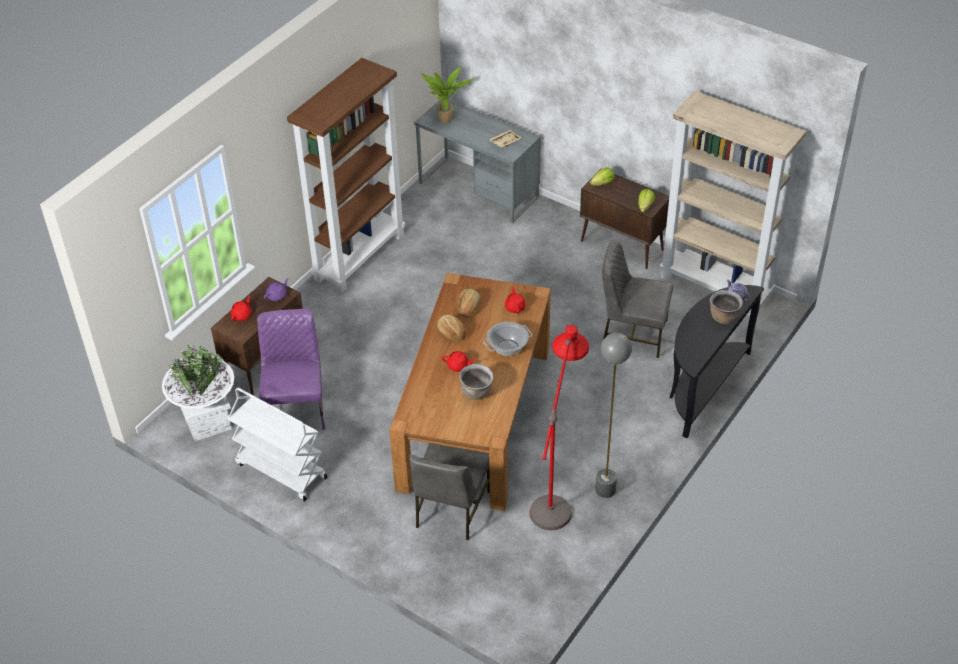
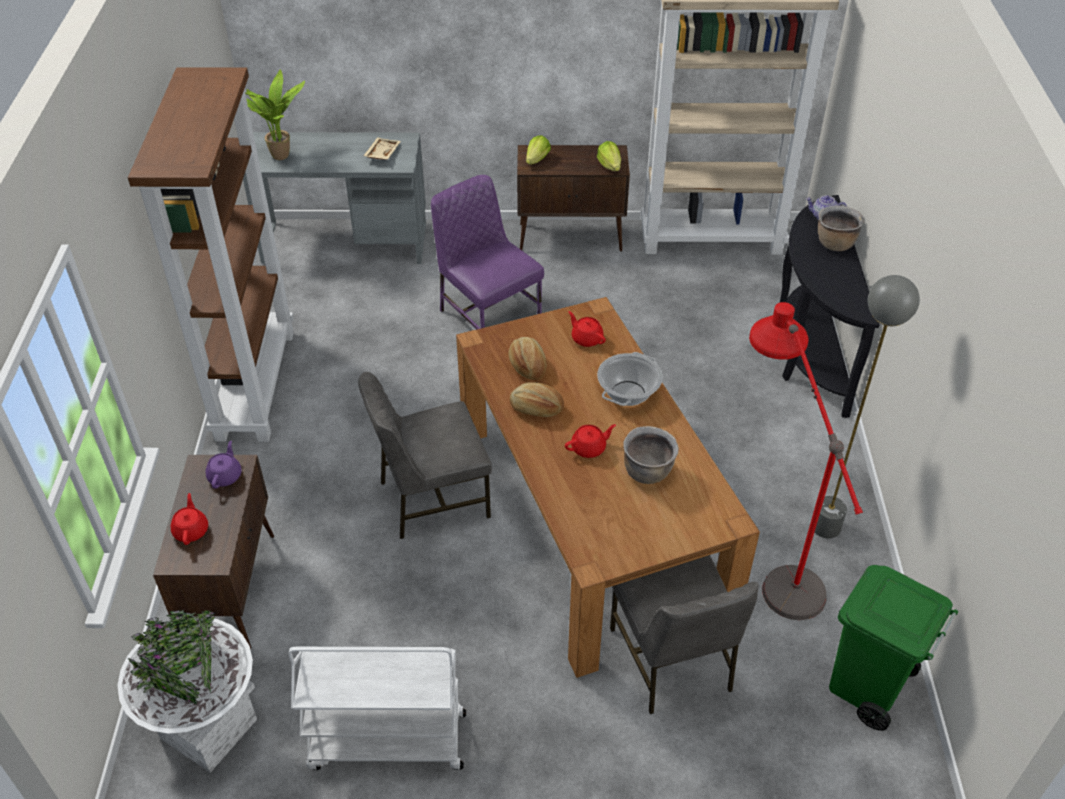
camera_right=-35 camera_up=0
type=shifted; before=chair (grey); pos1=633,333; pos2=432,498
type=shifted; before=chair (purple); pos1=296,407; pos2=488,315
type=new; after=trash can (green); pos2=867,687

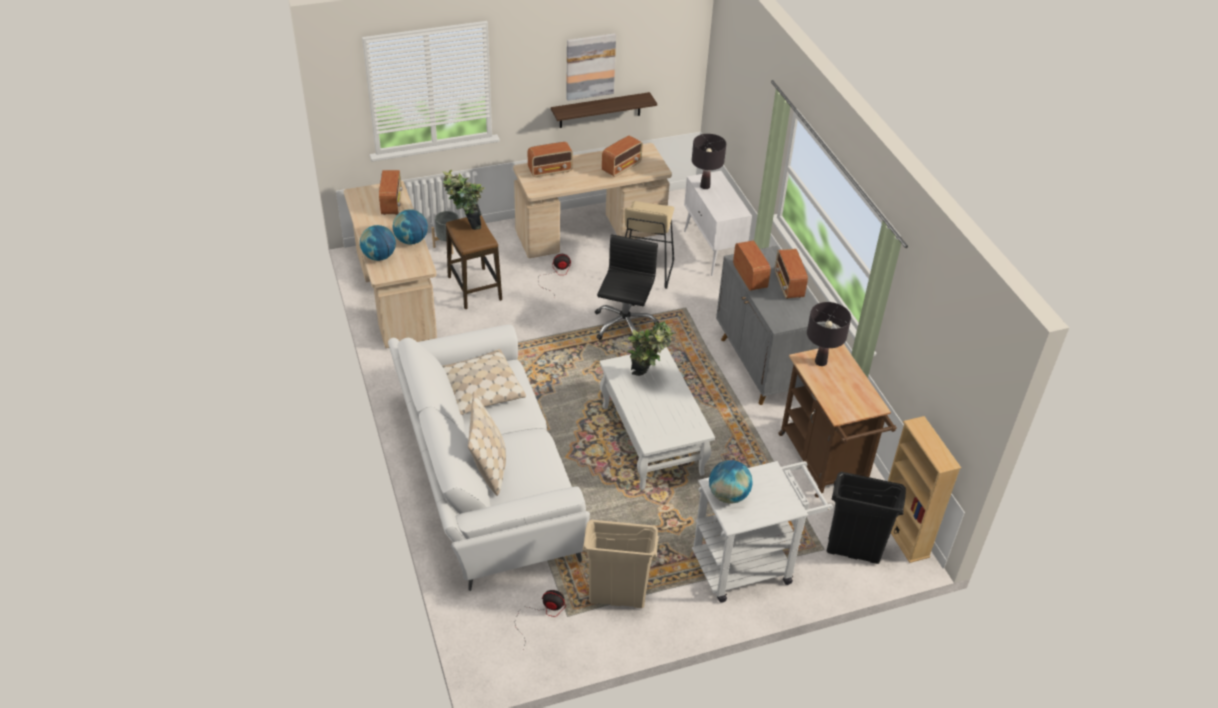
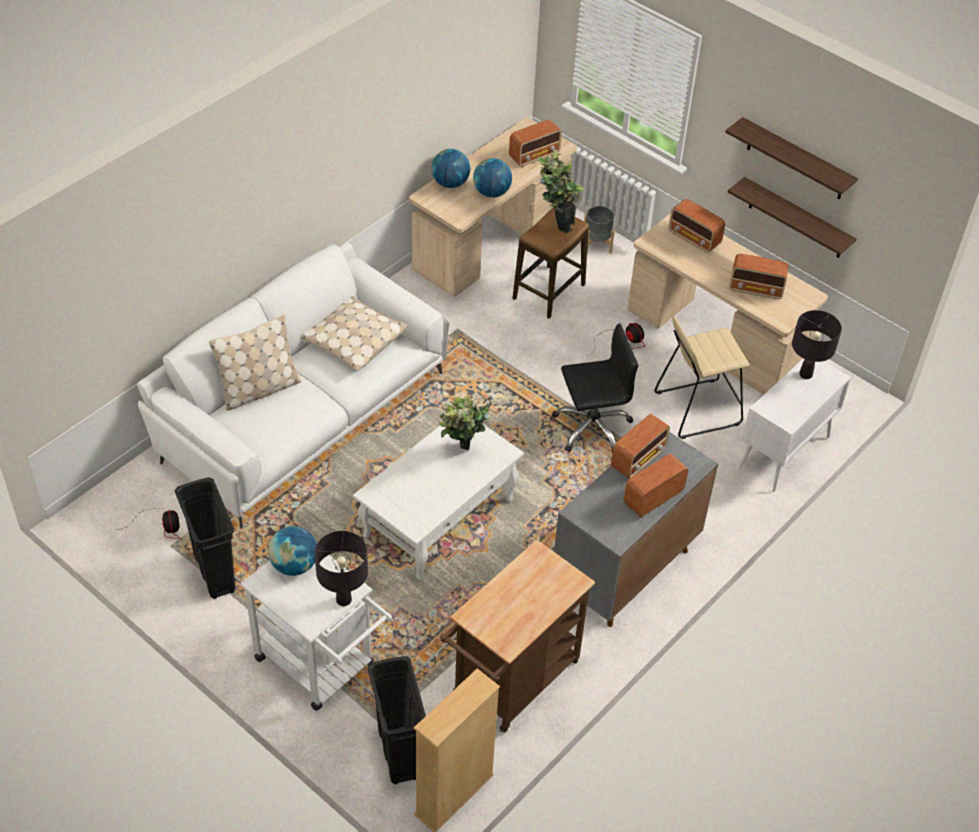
camera_right=60 camera_up=5
type=swapped; before=picture; after=shelf; pos1=590,66; pos2=796,160
type=shifted; before=table lamp (black); pos1=821,362; pos2=344,600
type=repainted; before=trash can (beige); after=trash can (black); pos1=616,597; pos2=214,573

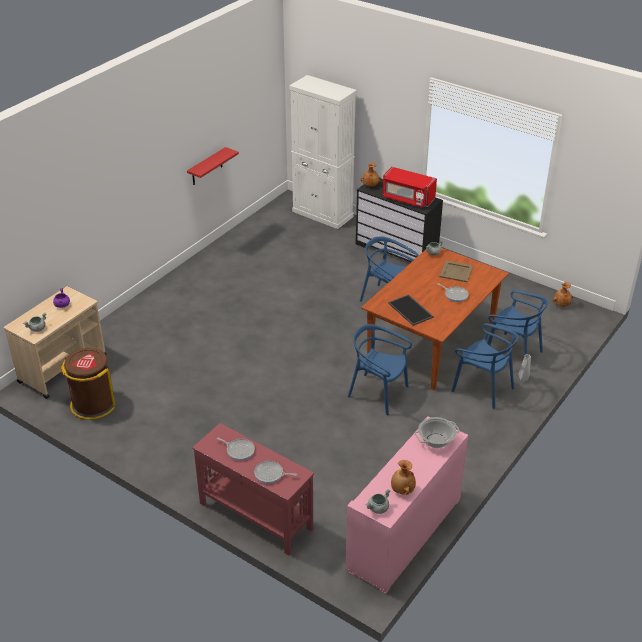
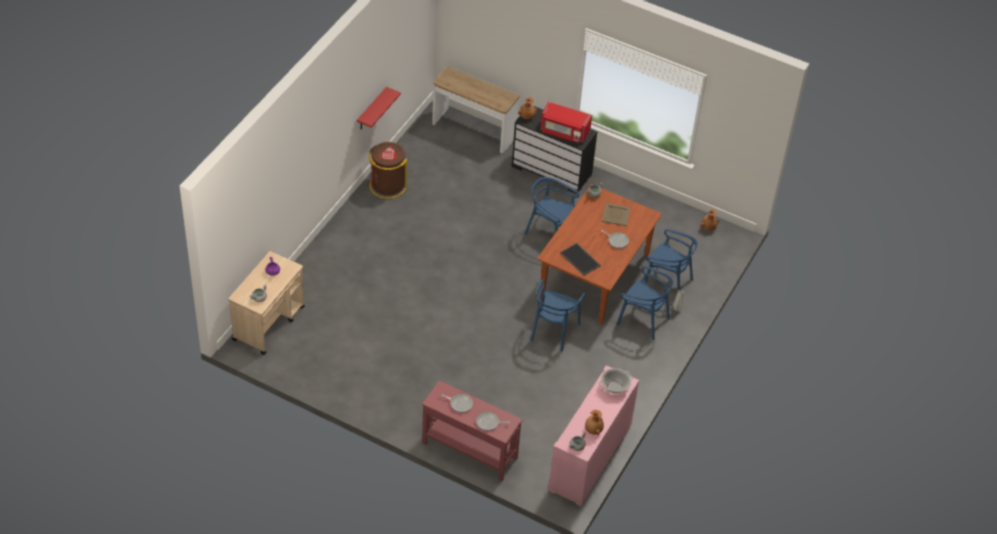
camera_right=-10 camera_up=10
type=swapped; before=cabinet (white); after=console table; pos1=322,214; pos2=474,130
type=rotated; before=chair (blue); pos1=378,393; pos2=553,331; turn=-90
type=shifted; before=trash can (brown); pos1=93,404; pos2=387,186

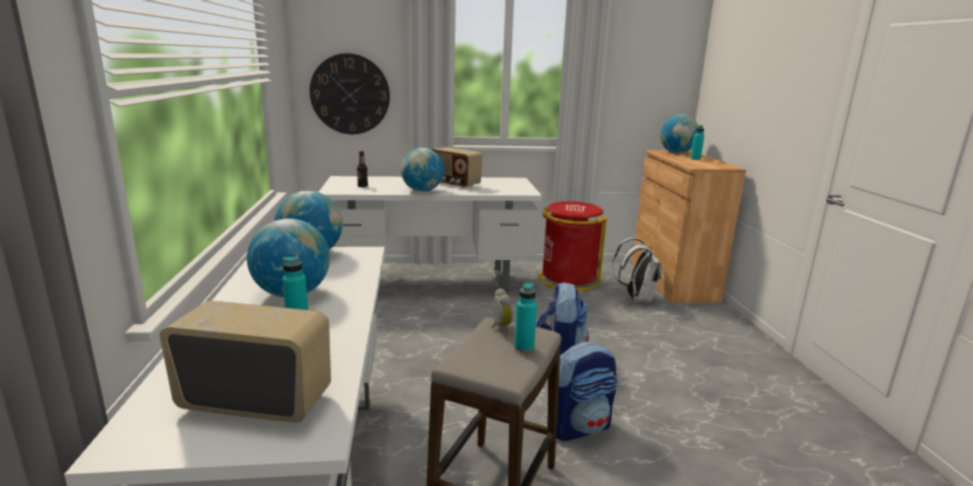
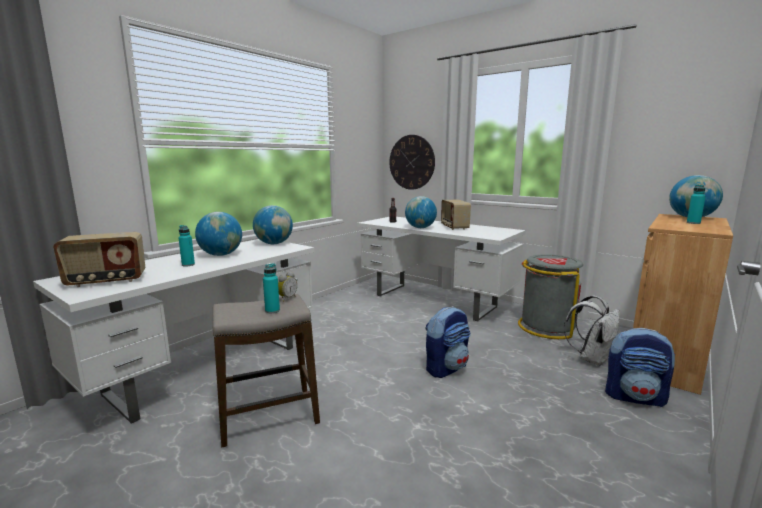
camera_right=45 camera_up=-5
type=repainted; before=trash can (red); after=trash can (grey); pos1=568,279; pos2=546,327
type=rotated; before=radio; pos1=257,402; pos2=106,281; turn=105
type=shifted; before=backpack; pos1=579,426; pos2=635,397

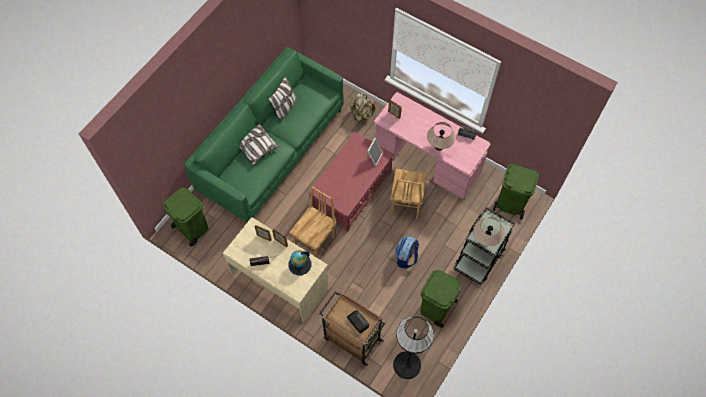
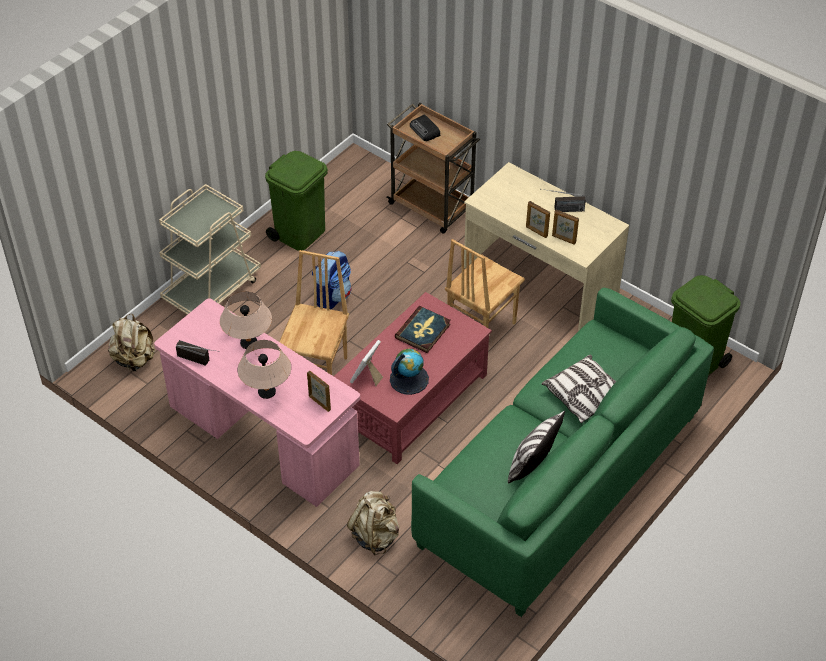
camera_right=-175 camera_up=-15
type=swapped; before=trash can (green); after=backpack (beige); pos1=509,204; pos2=134,359
type=repainted; before=cart (black); after=cart (beige); pos1=479,257; pos2=212,289
type=shifted; before=table lamp (beige); pos1=485,240; pos2=266,392
type=shifted; before=globe; pos1=300,264; pos2=409,379
type=gone; before=floor lamp (black); pos1=407,365
type=new; after=book; pos2=423,331

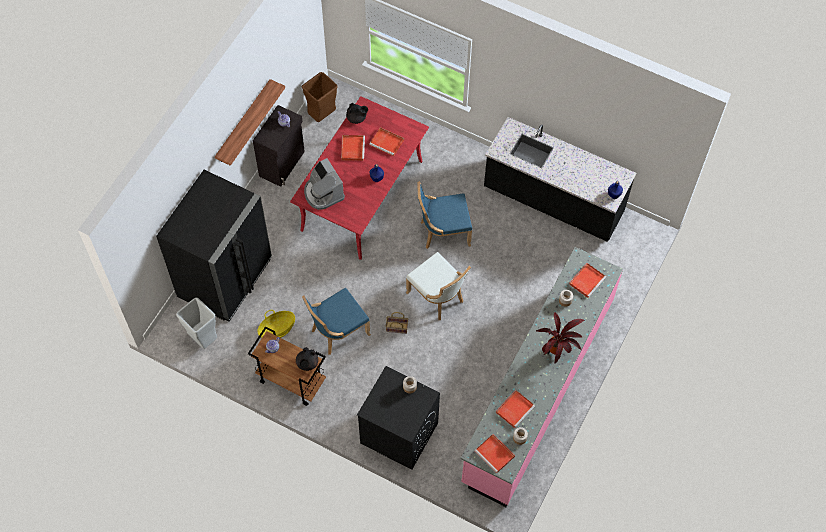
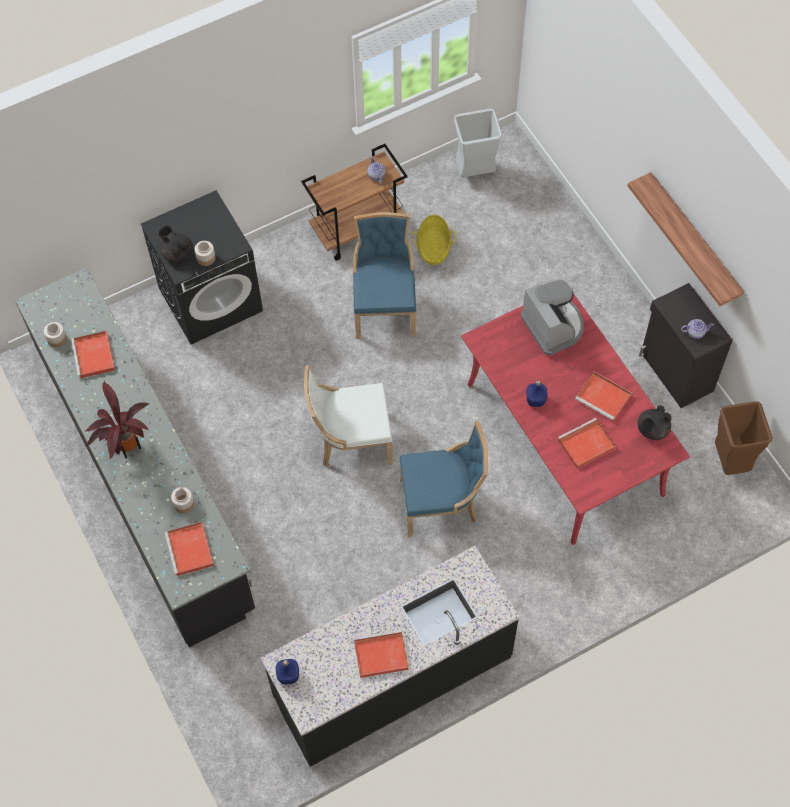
camera_right=125 camera_up=0
type=rotated; before=coffee machine; pos1=323,193; pos2=553,326; turn=60
type=gone; before=fridge (black); pos1=225,278
type=rotated; before=chair (blue); pos1=443,232; pos2=441,503; turn=60
type=repainted; before=counter (pink); after=counter (black); pos1=538,389; pos2=145,477
type=gone; before=basket; pos1=396,328
type=shifted; before=teapot (black); pos1=307,363; pos2=177,253
type=shifted; before=tray (red); pos1=495,454; pos2=380,655

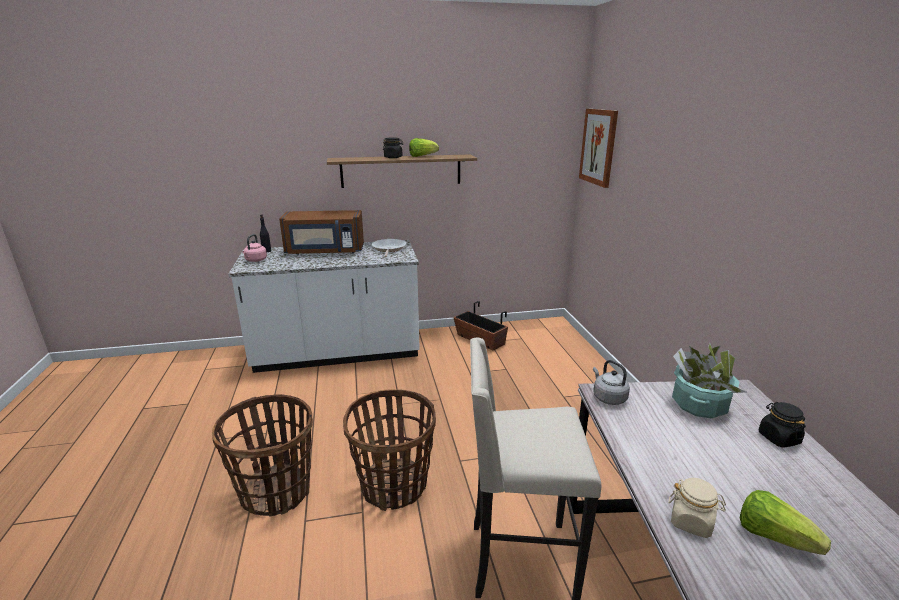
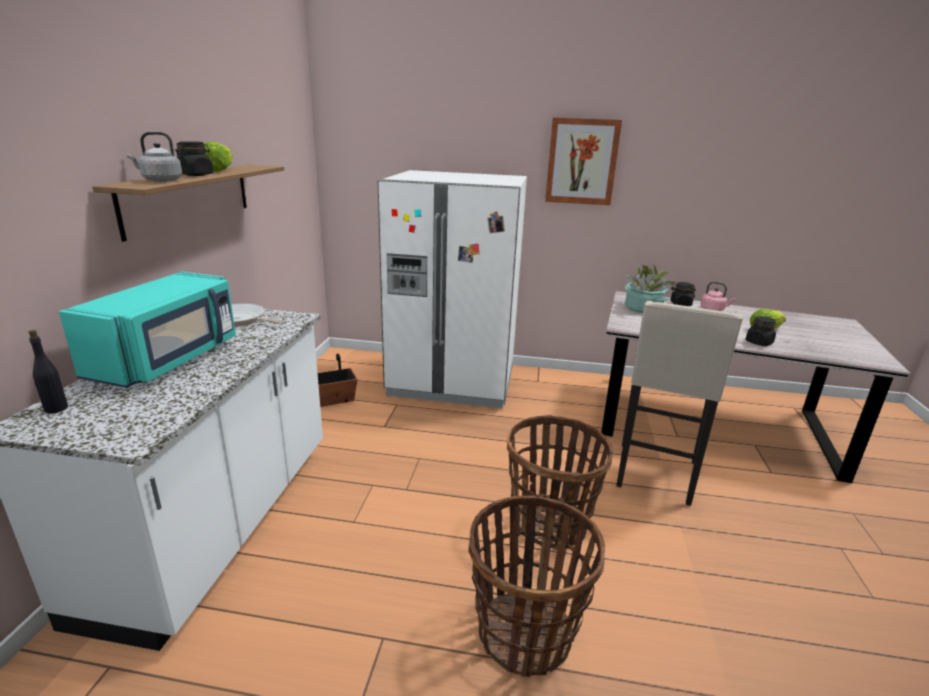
camera_right=-70 camera_up=0
type=shifted; before=picture; pos1=598,147; pos2=581,162
type=repainted; before=microwave (brown); after=microwave (turquoise); pos1=325,251; pos2=169,359
type=shifted; before=kettle (pink); pos1=255,260; pos2=713,310
type=shifted; before=kettle (grey); pos1=608,397; pos2=160,180
type=repainted; before=jar (beige); after=jar (black); pos1=691,521; pos2=759,342
type=new; after=fridge (white); pos2=452,381

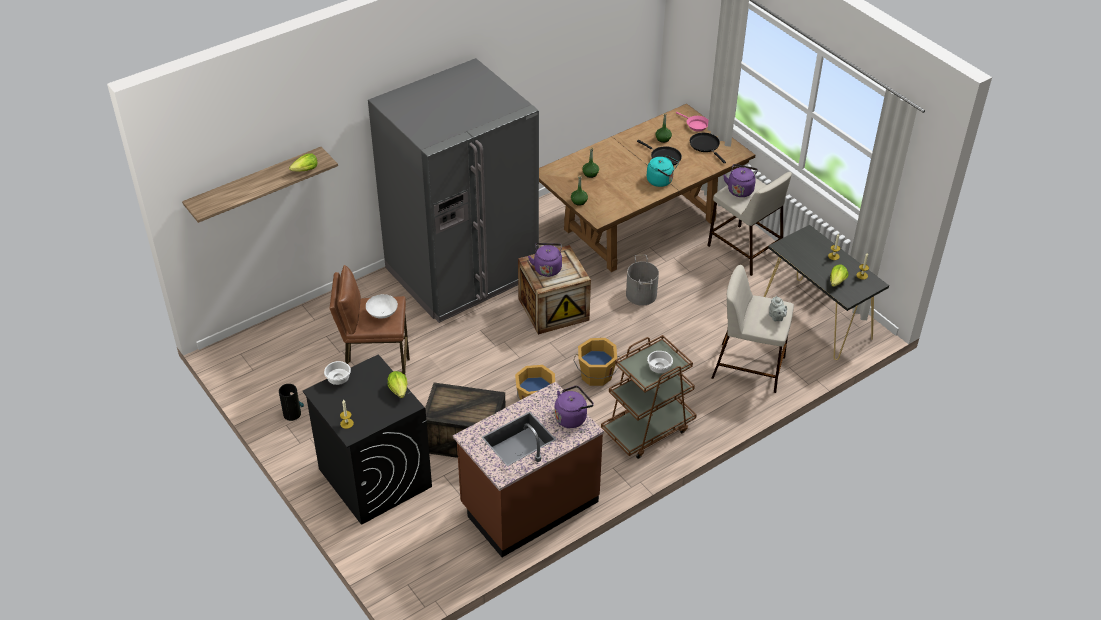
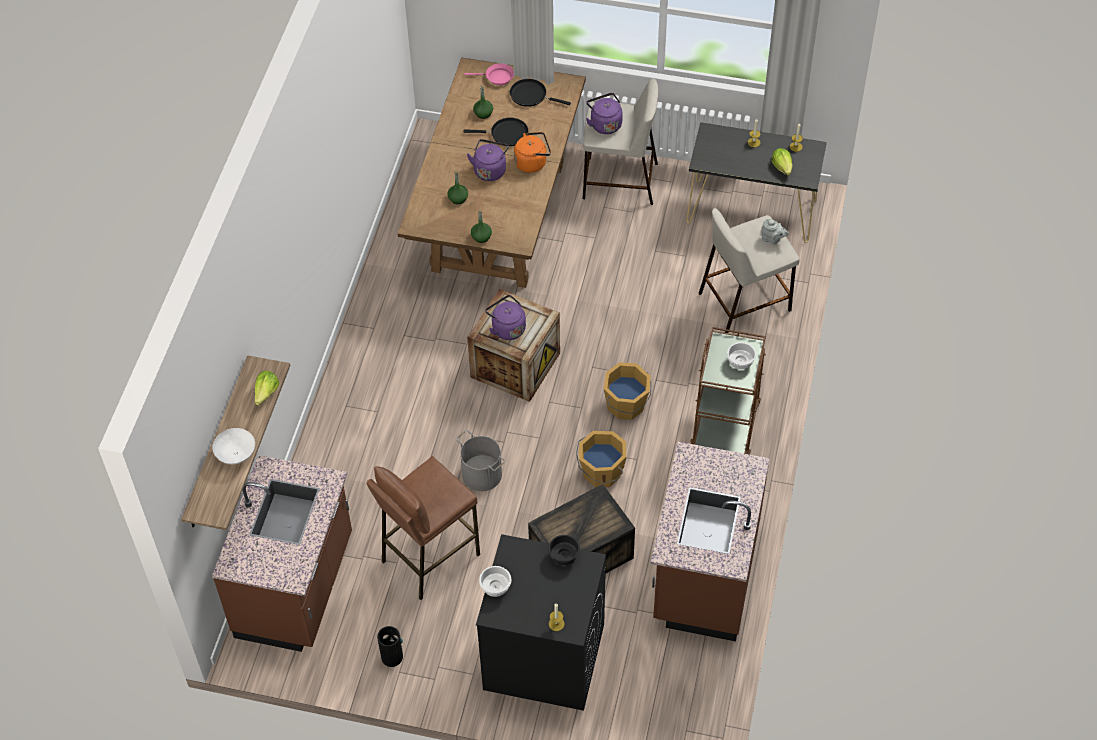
camera_right=-40 camera_up=10
type=gone; before=fridge (grey); pos1=461,273
type=repainted; before=kettle (turquoise); after=kettle (orange); pos1=661,181; pos2=532,162
type=shifted; before=bucket (grey); pos1=640,294; pos2=481,474
type=shifted; before=bowl (white); pos1=382,313; pos2=235,453
type=swapped; before=lettuce; after=bowl (black); pos1=399,390; pos2=563,555
type=shifted; before=kettle (purple); pos1=572,417; pos2=490,170
type=new; after=counter (brown); pos2=296,587

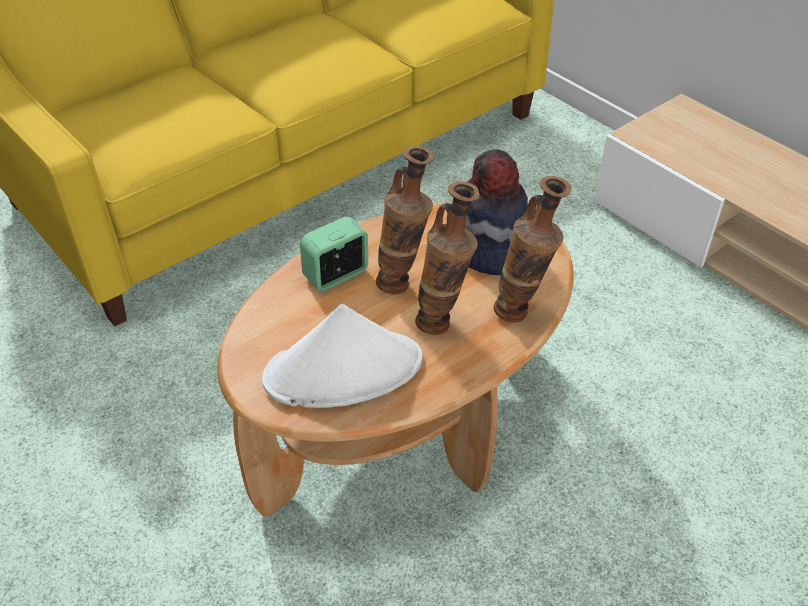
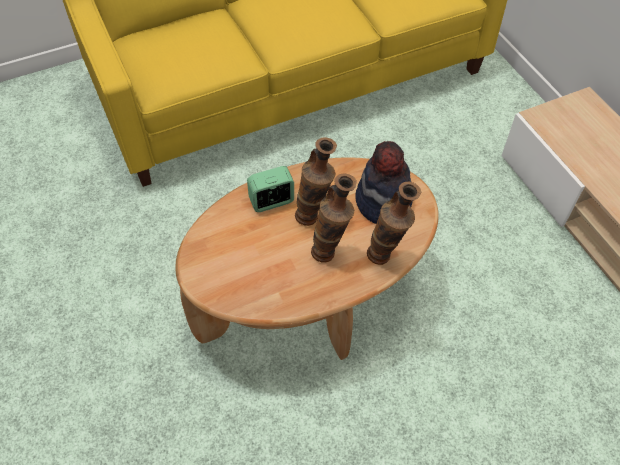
camera_right=15 camera_up=10
type=gone; before=hat (white); pos1=344,370

